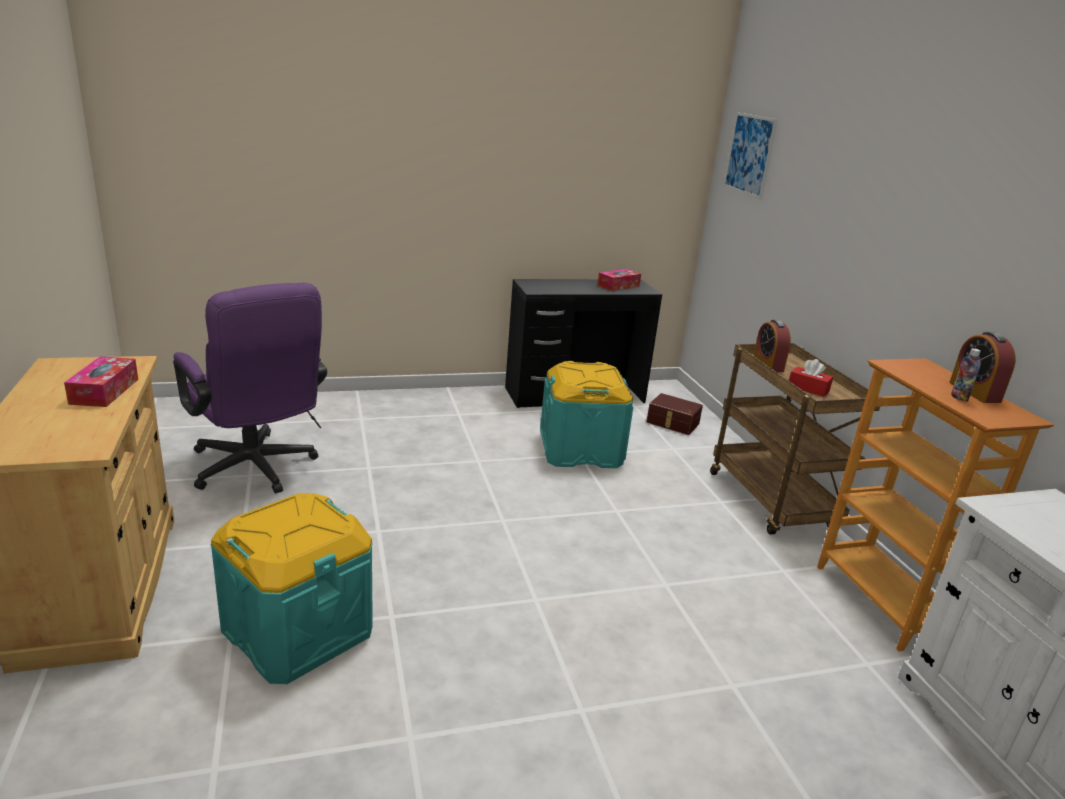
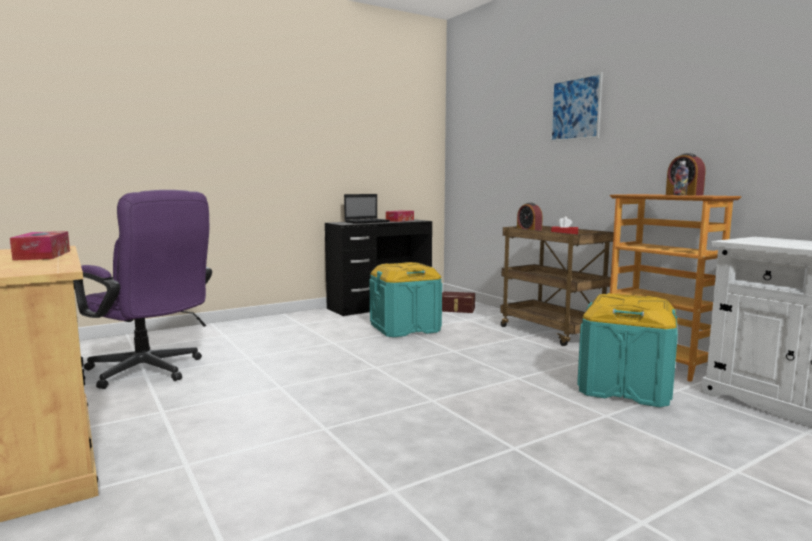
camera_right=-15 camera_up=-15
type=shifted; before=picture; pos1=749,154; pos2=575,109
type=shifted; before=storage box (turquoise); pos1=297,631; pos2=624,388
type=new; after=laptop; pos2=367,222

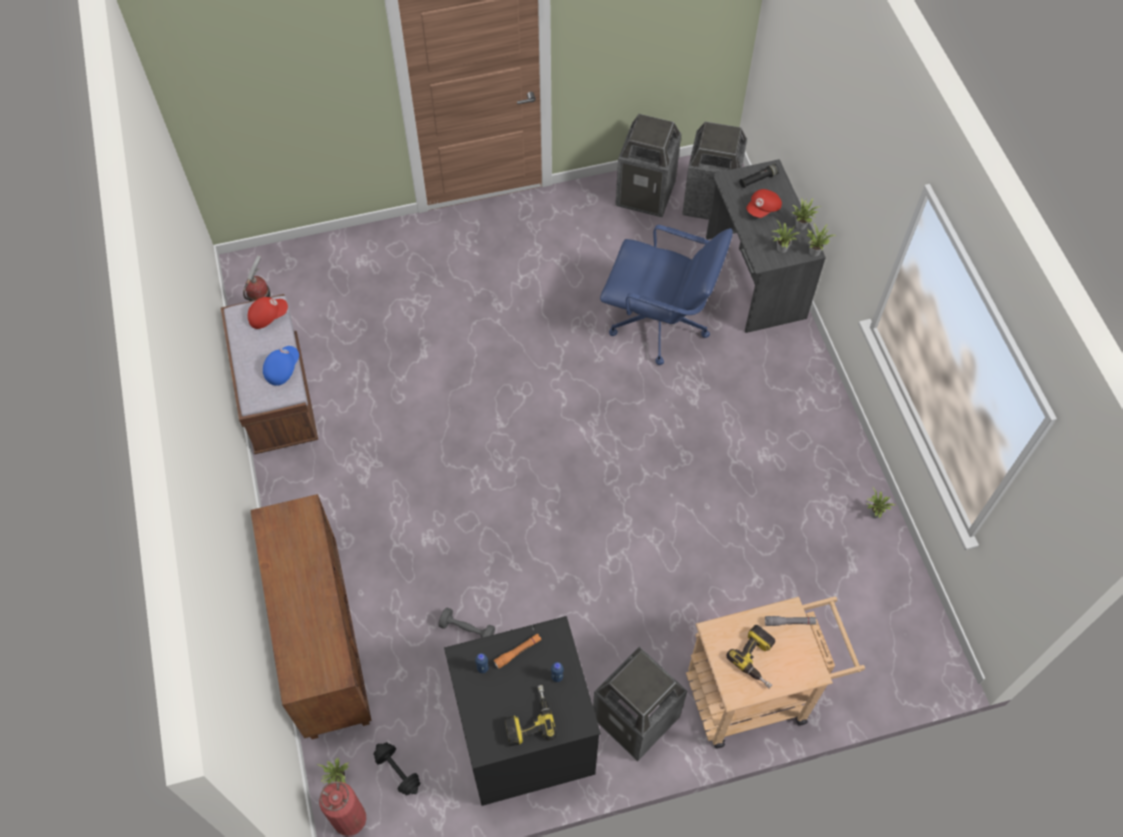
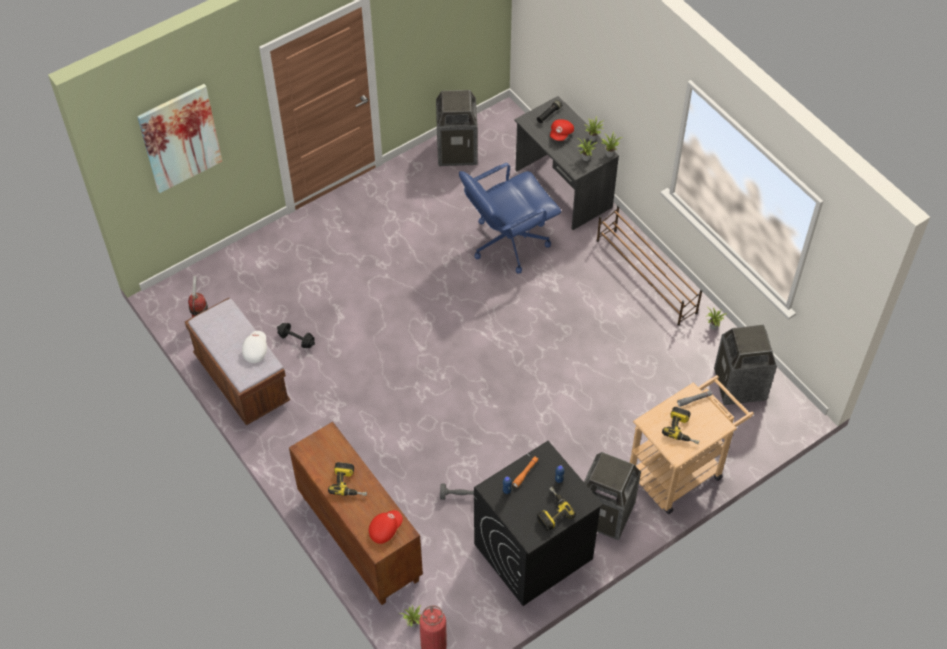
camera_right=-20 camera_up=-5
type=shifted; before=trash can; pos1=710,201; pos2=740,385
type=rotated; before=office chair (blue); pos1=660,324; pos2=508,242; turn=150
type=shifted; before=cap (red); pos1=268,316; pos2=385,529
type=repainted; before=cap (blue); after=cap (white); pos1=282,369; pos2=255,350
type=shifted; before=dumbbell (black); pos1=398,771; pos2=296,340
type=new; after=picture; pos2=180,138
type=new; after=shoe rack (brown); pos2=646,277
type=new; after=power drill; pos2=350,483

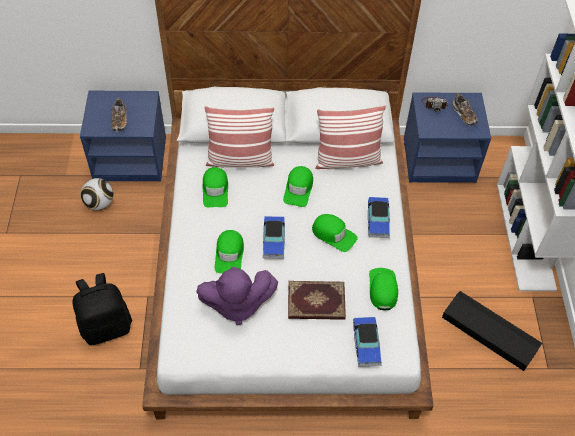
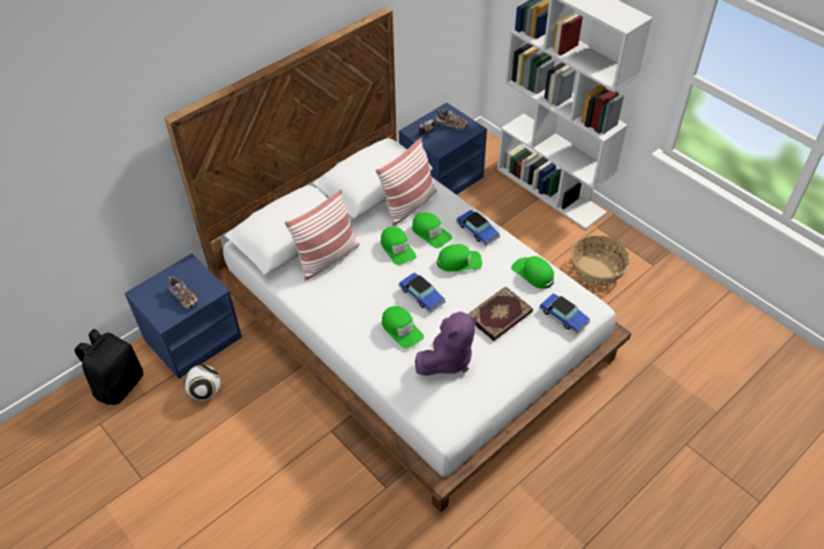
camera_right=-40 camera_up=-5
type=shifted; before=cap (green); pos1=215,190; pos2=431,233
type=shifted; before=backpack (black); pos1=106,326; pos2=118,385
type=swapped; before=storage box (black); after=basket; pos1=489,333; pos2=596,269

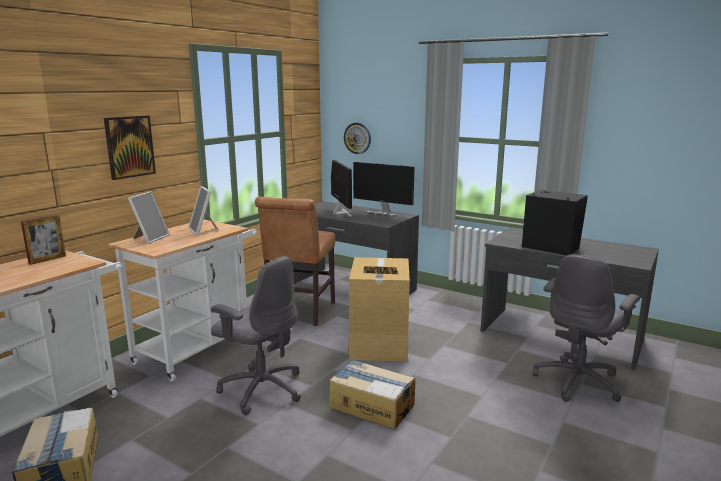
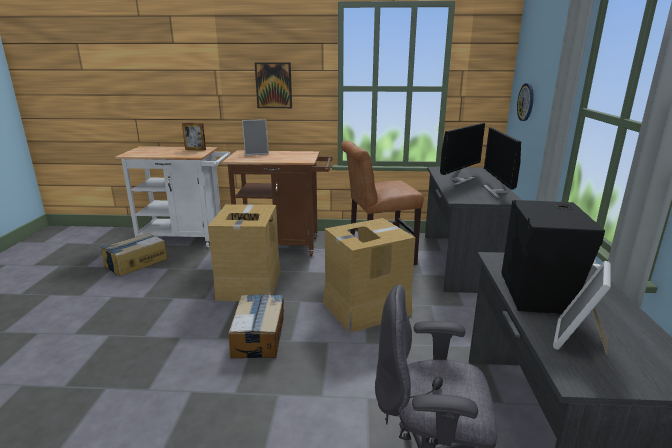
camera_right=60 camera_up=5
type=shifted; before=picture frame; pos1=203,231; pos2=578,340
type=repainted; before=cart (white); after=cart (brown); pos1=199,348; pos2=284,246
type=swapped; before=office chair (grey); after=cardboard box; pos1=261,389; pos2=249,284

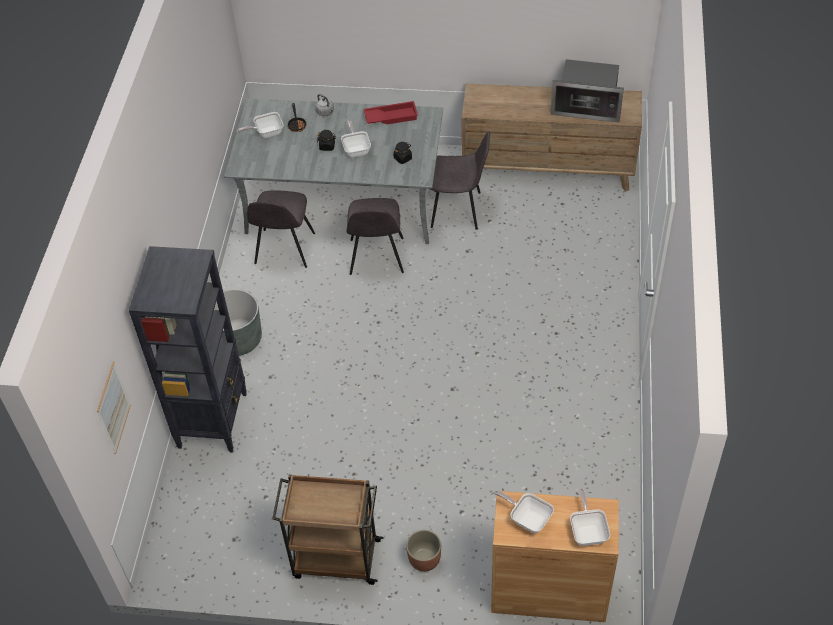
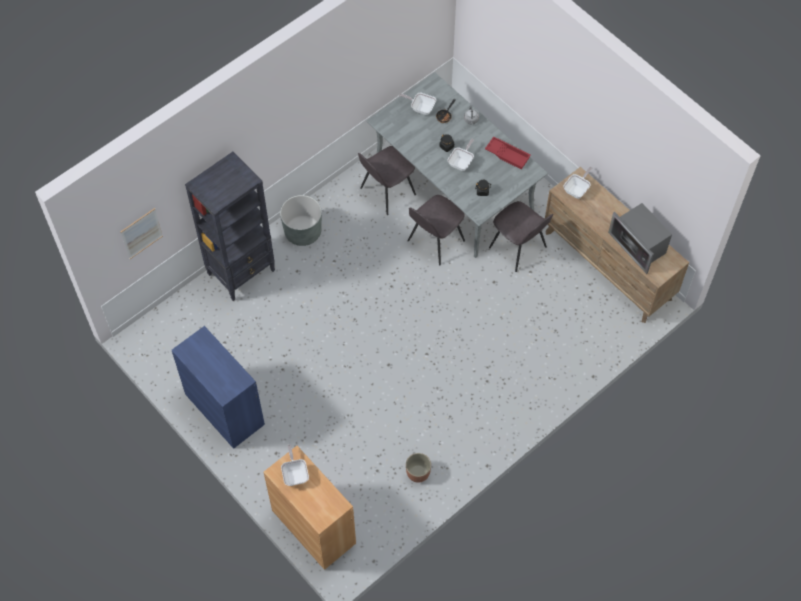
camera_right=40 camera_up=10
type=swapped; before=cart (brown); after=cabinet (blue); pos1=335,558; pos2=224,409
type=shifted; before=frying pan; pos1=588,531; pos2=577,189
type=shifted; before=planter; pos1=424,559; pos2=418,473

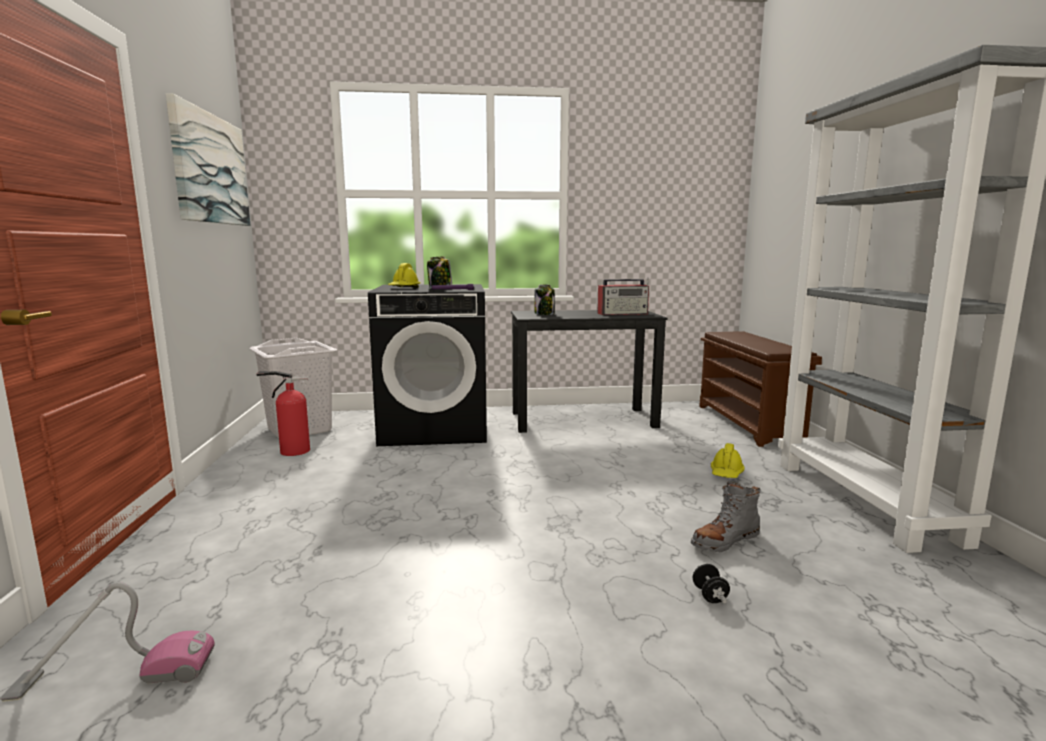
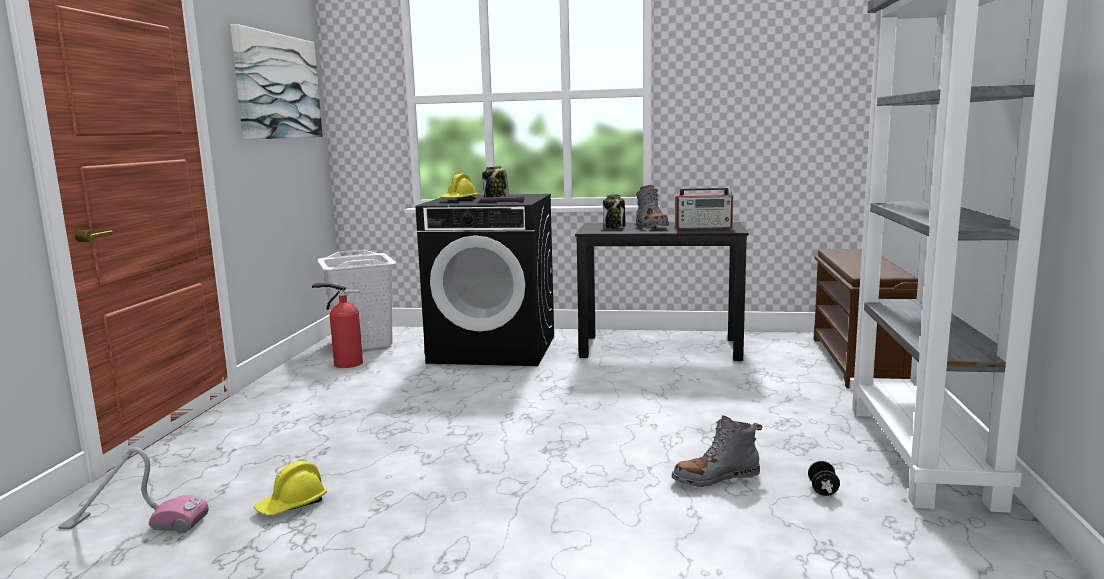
camera_right=15 camera_up=0
type=shifted; before=hard hat (yellow); pos1=726,473; pos2=292,505
type=shifted; before=dumbbell (black); pos1=709,595; pos2=823,490
type=new; after=boot (grey); pos2=651,226

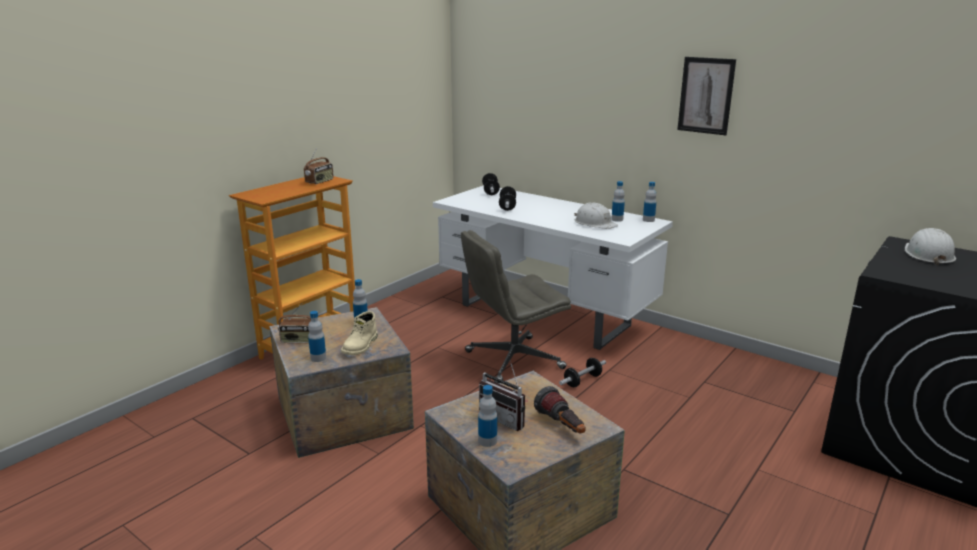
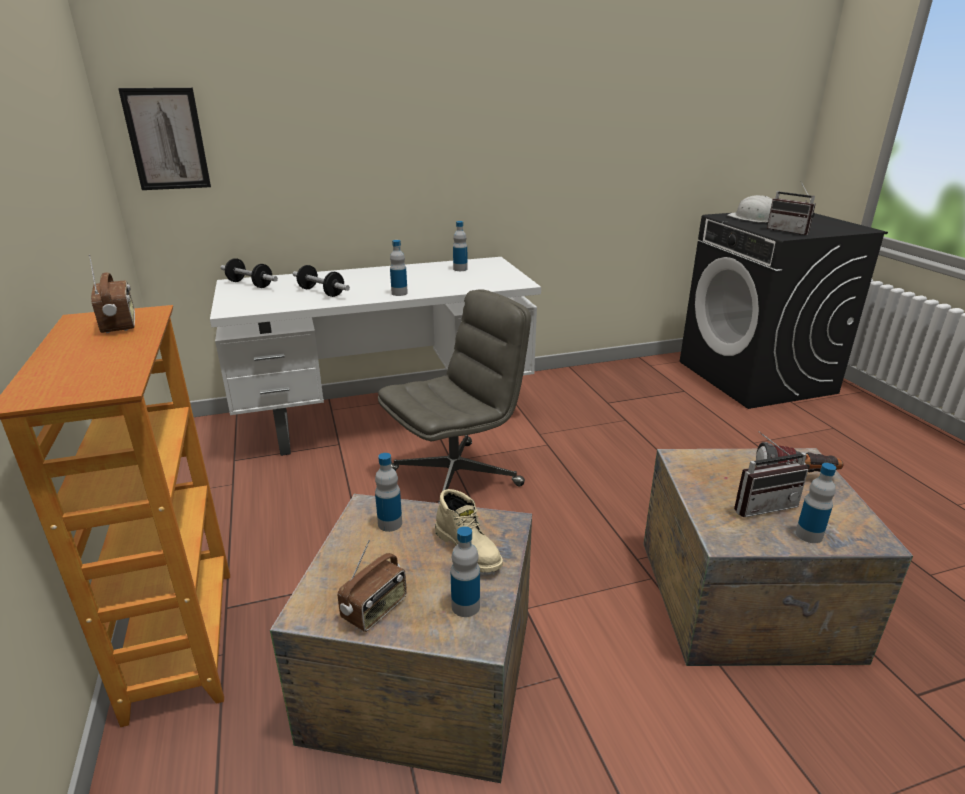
camera_right=-55 camera_up=5
type=shifted; before=picture; pos1=706,95; pos2=167,139
type=shifted; before=bottle; pos1=648,220; pos2=399,293
type=gone; before=hard hat (white); pos1=595,223
type=rotated; before=office chair (grey); pos1=513,360; pos2=456,478; turn=-135
type=gone; before=dumbbell; pos1=582,380
type=new; after=radio; pos2=790,231

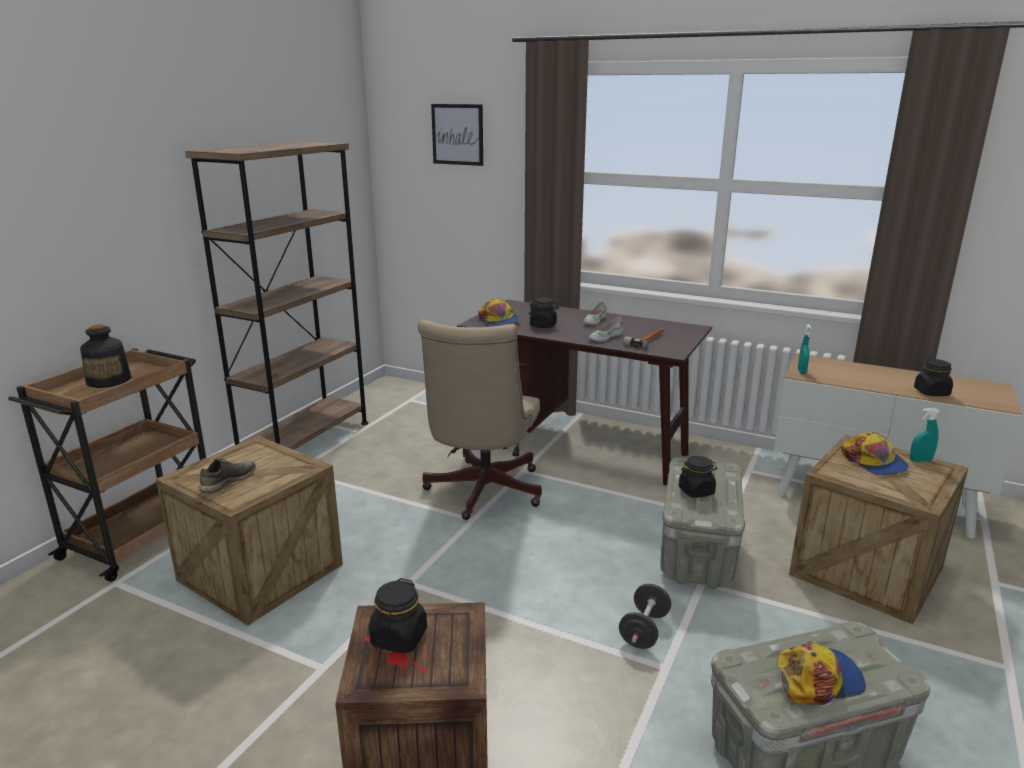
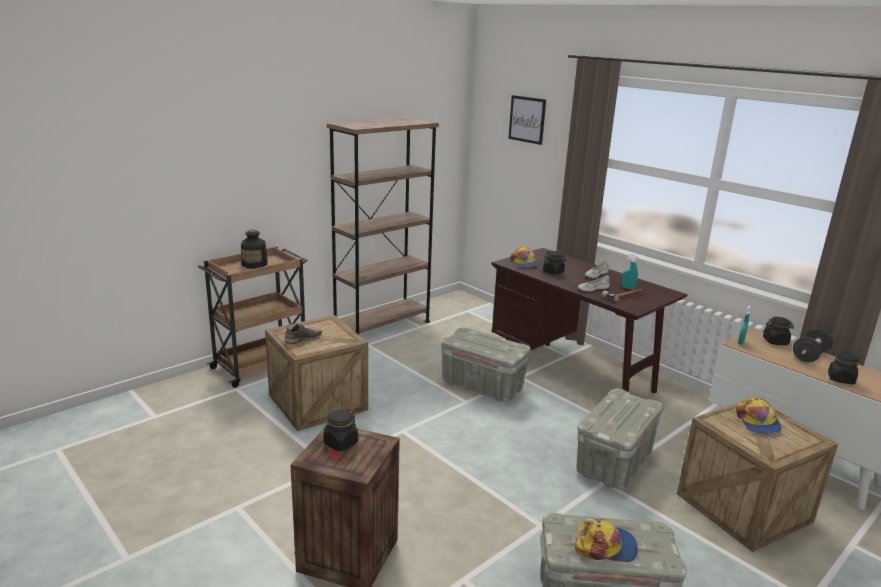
camera_right=20 camera_up=0
type=swapped; before=office chair (beige); after=storage box (grey); pos1=481,493; pos2=482,386
type=shifted; before=spray bottle (turquoise); pos1=920,460; pos2=627,288
type=shifted; before=jar (black); pos1=696,491; pos2=775,341
type=shifted; before=dumbbell (black); pos1=644,630; pos2=810,356

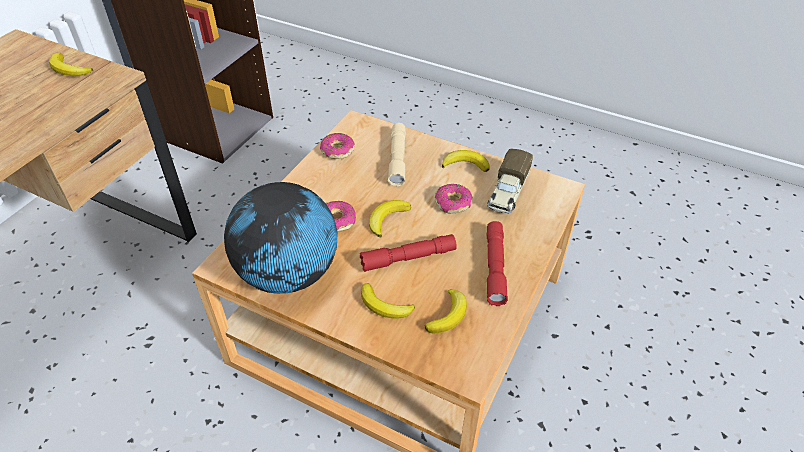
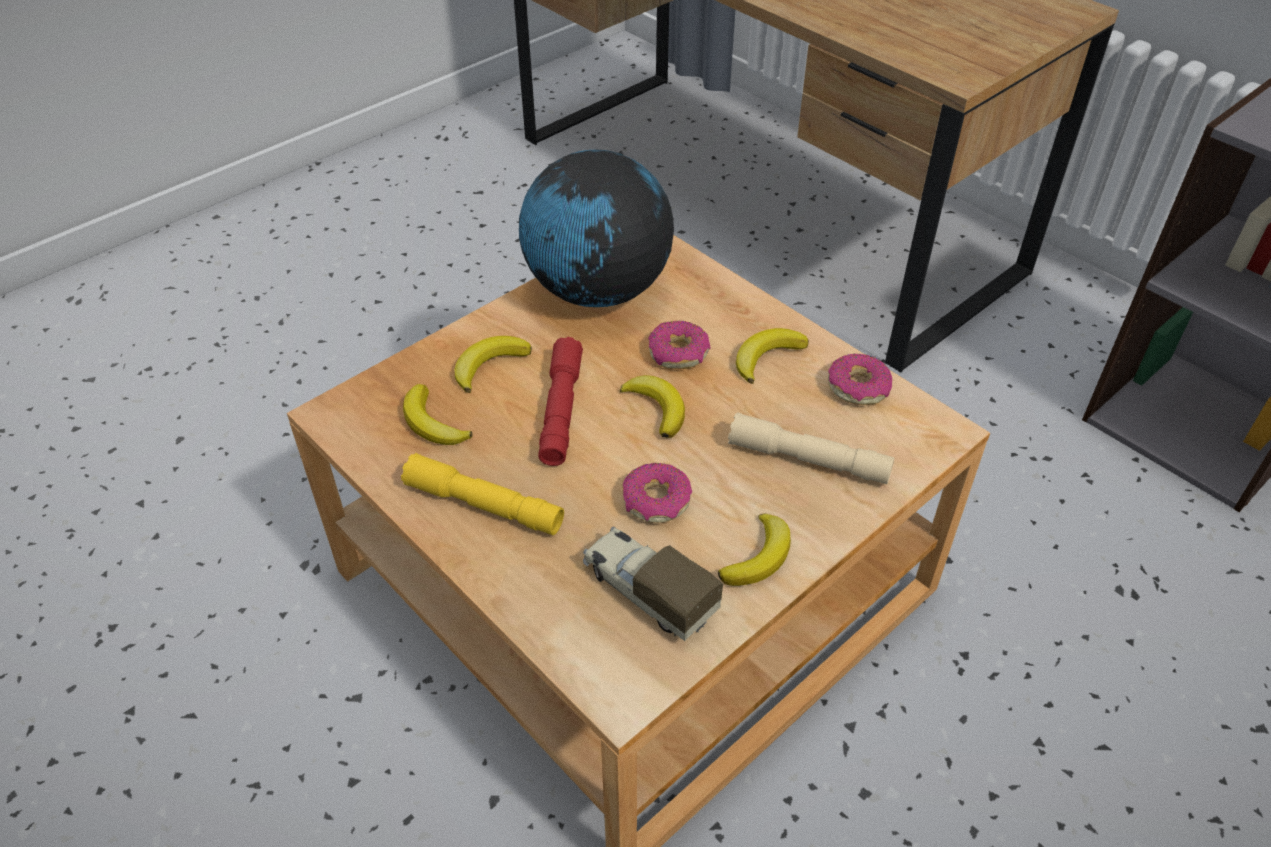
camera_right=110 camera_up=0
type=shifted; before=banana; pos1=69,69; pos2=766,357
type=repainted; before=flashlight (red); after=flashlight (yellow); pos1=494,267; pos2=484,505

